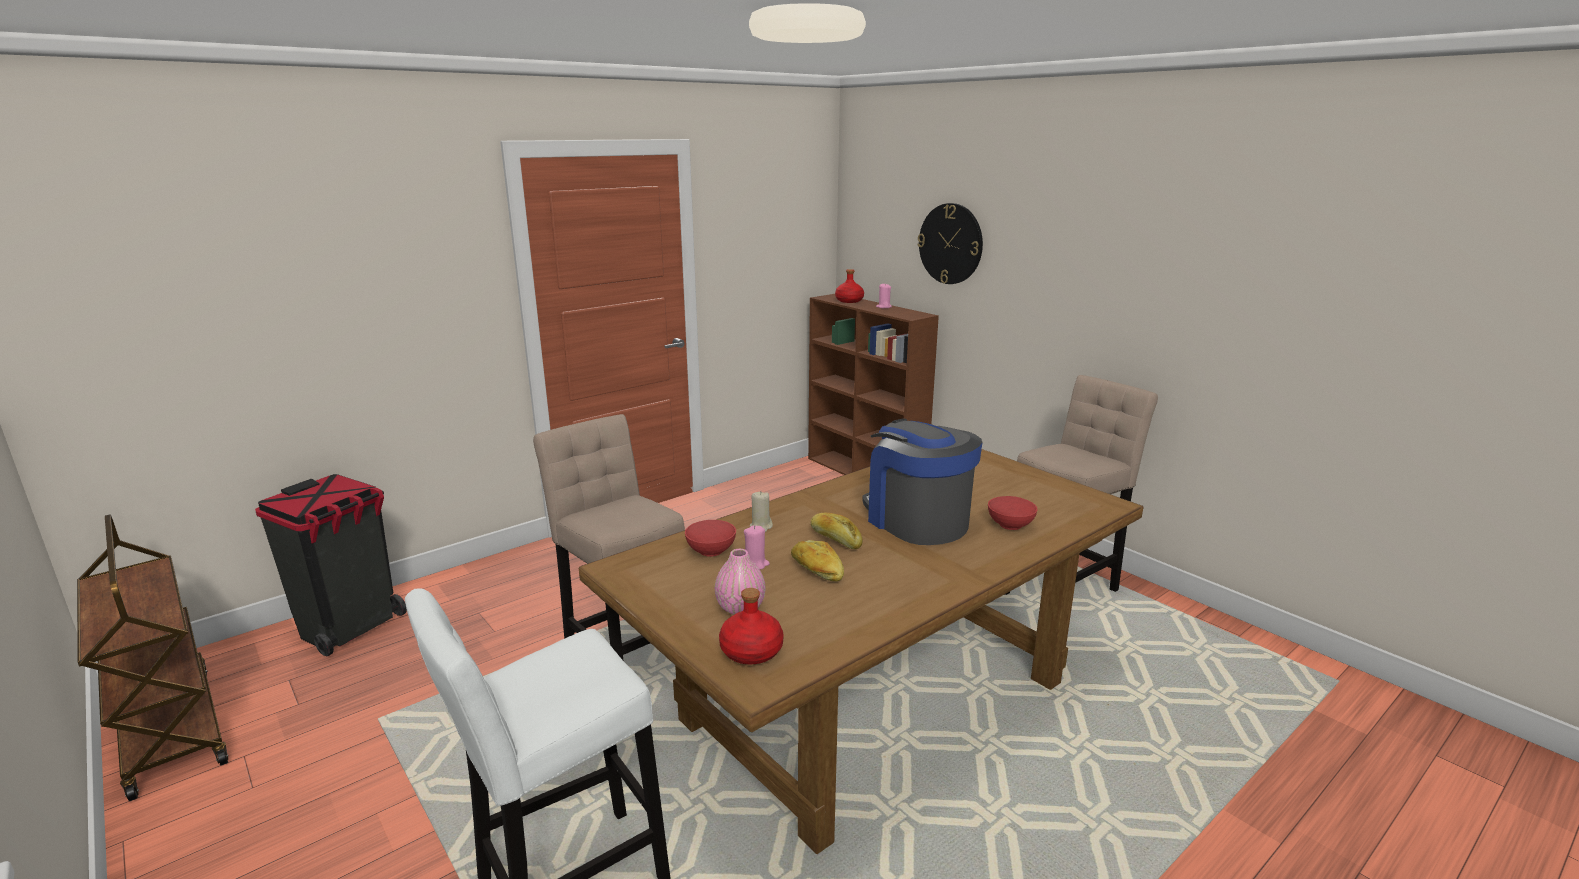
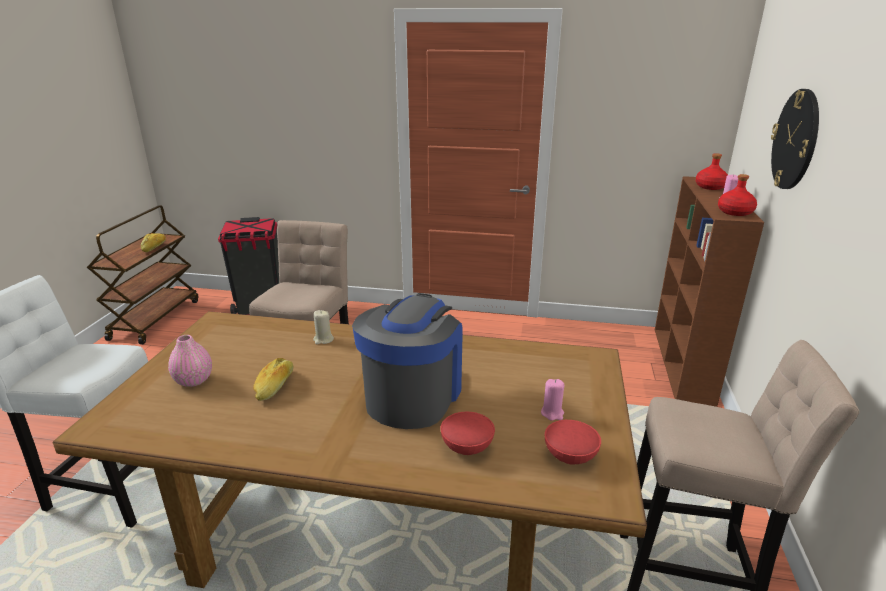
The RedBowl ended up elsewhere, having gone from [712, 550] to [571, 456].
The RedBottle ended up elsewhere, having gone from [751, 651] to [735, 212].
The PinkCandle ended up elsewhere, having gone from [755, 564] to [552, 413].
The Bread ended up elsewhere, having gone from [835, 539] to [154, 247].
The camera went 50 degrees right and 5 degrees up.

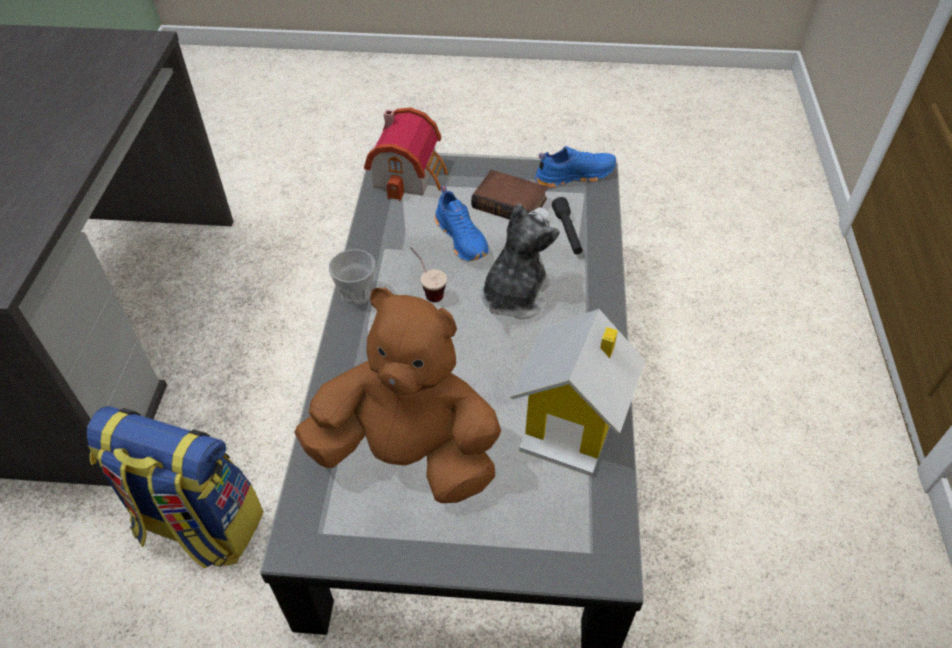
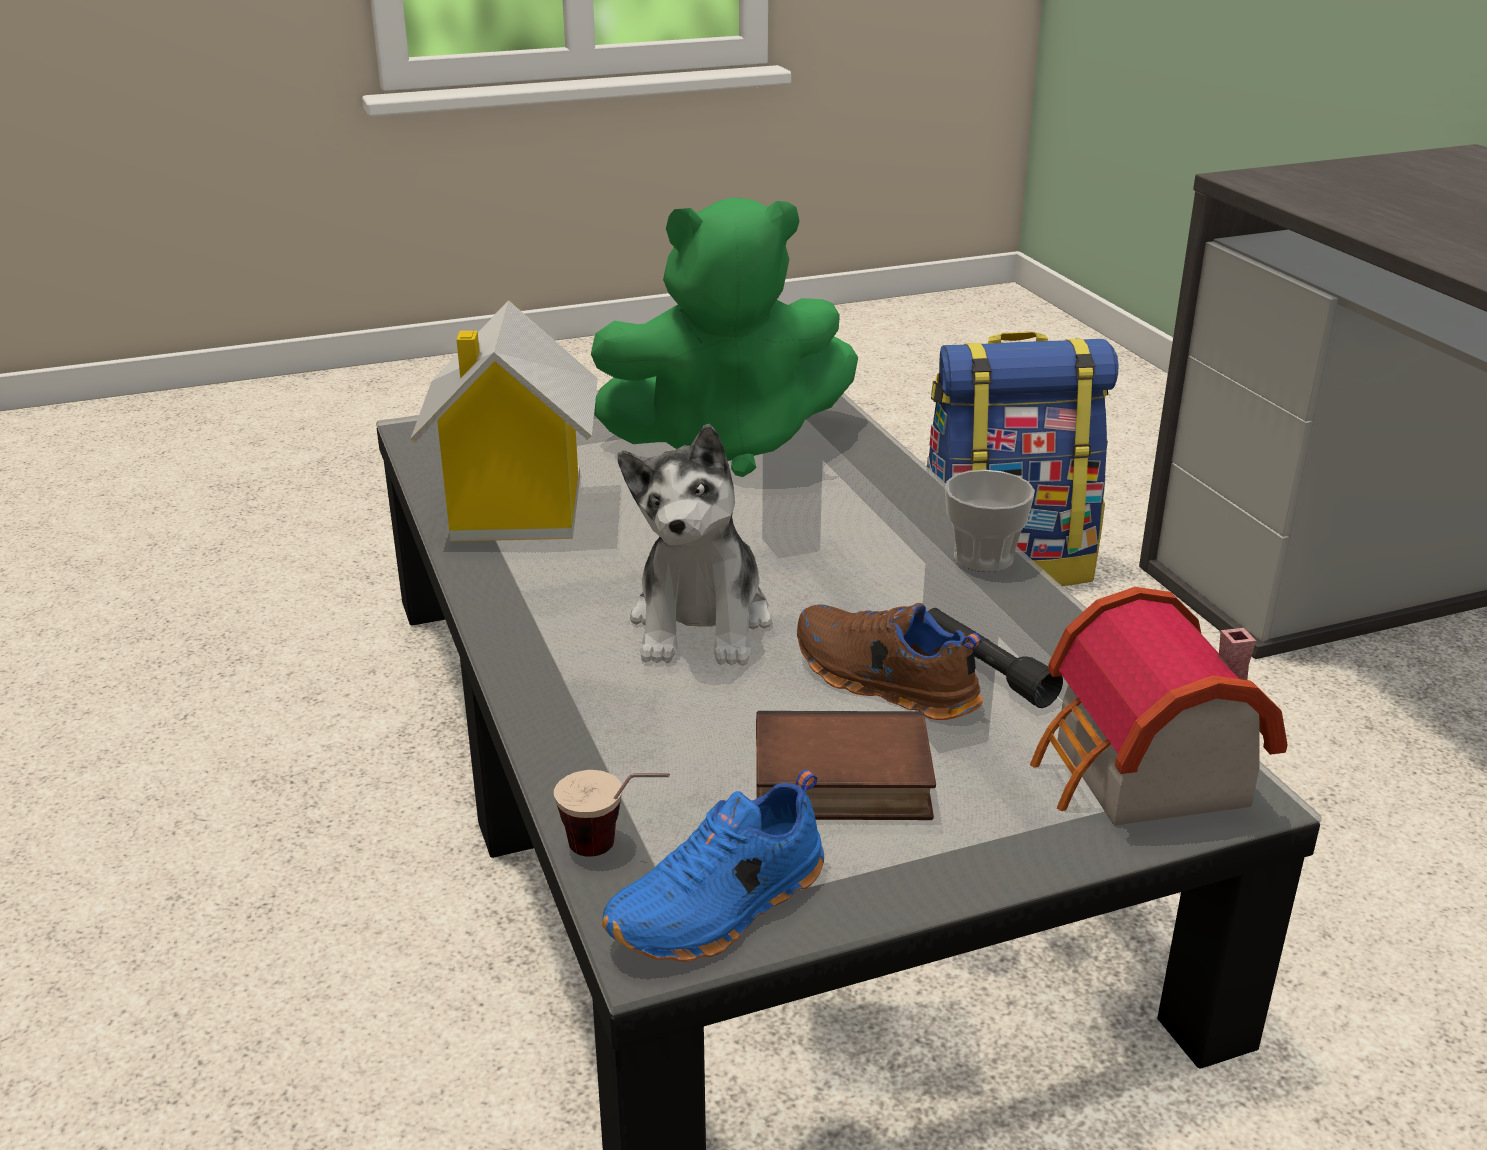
The Cup ended up elsewhere, having gone from [427, 290] to [616, 850].
The BlackFlashlight ended up elsewhere, having gone from [567, 232] to [986, 668].
What was the BrownPlushToy at [408, 454] turned into the GreenPlushToy at [725, 444].
What was the BlueShoe at [462, 238] turned into the BrownShoe at [882, 682].
The camera went 155 degrees right and 20 degrees down.

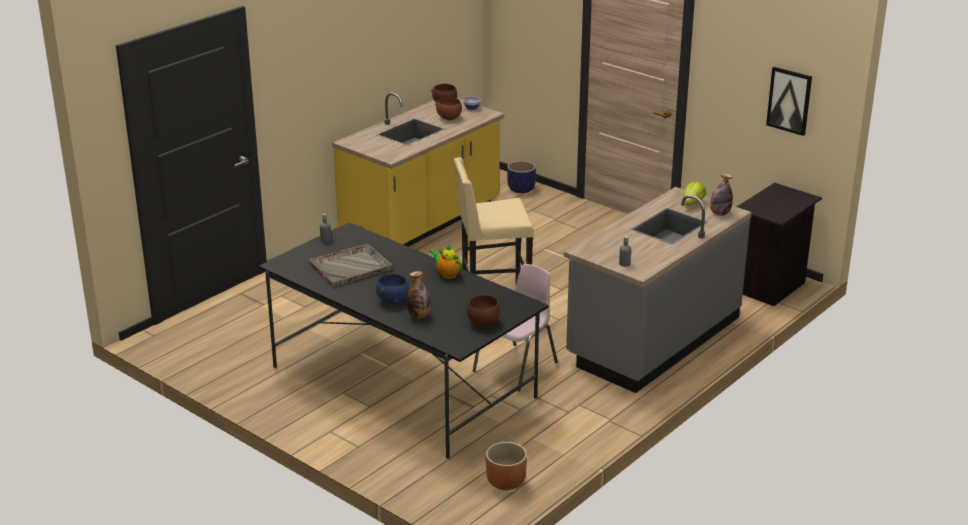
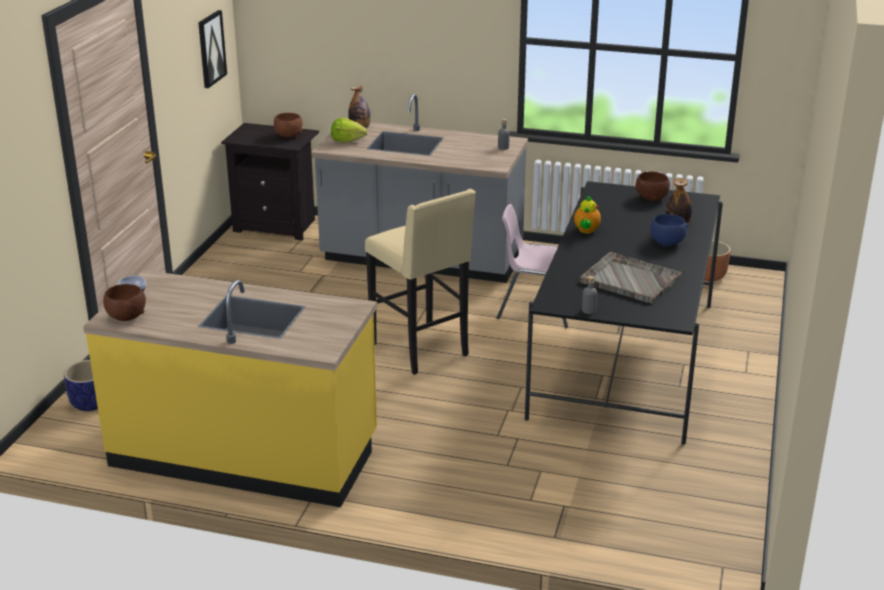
The BrownBowl ended up elsewhere, having gone from [449, 118] to [288, 135].
The camera went 115 degrees left and 0 degrees up.

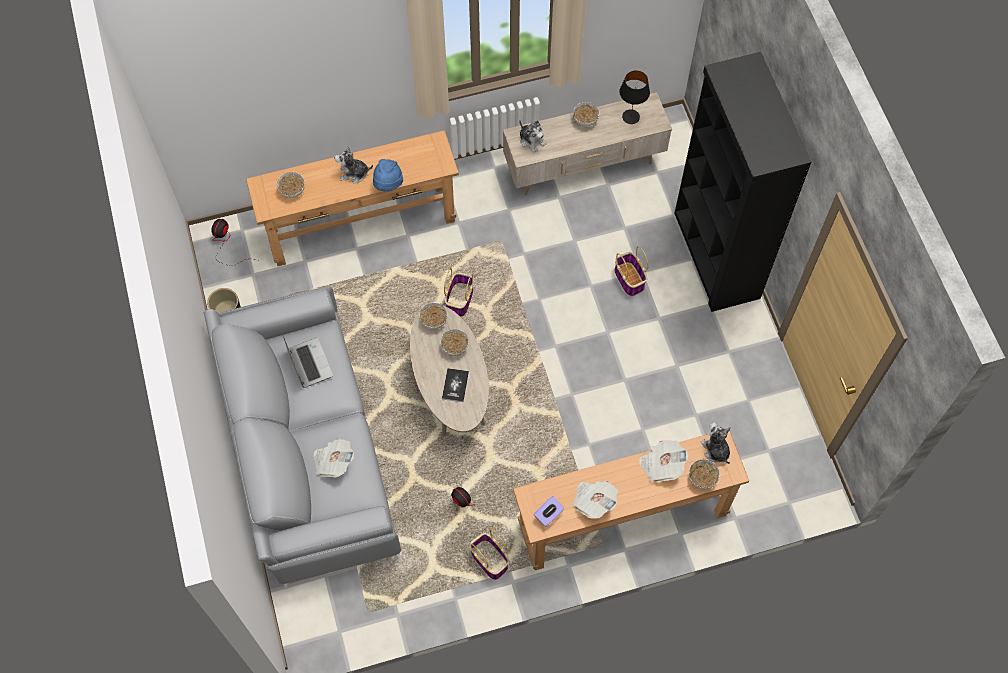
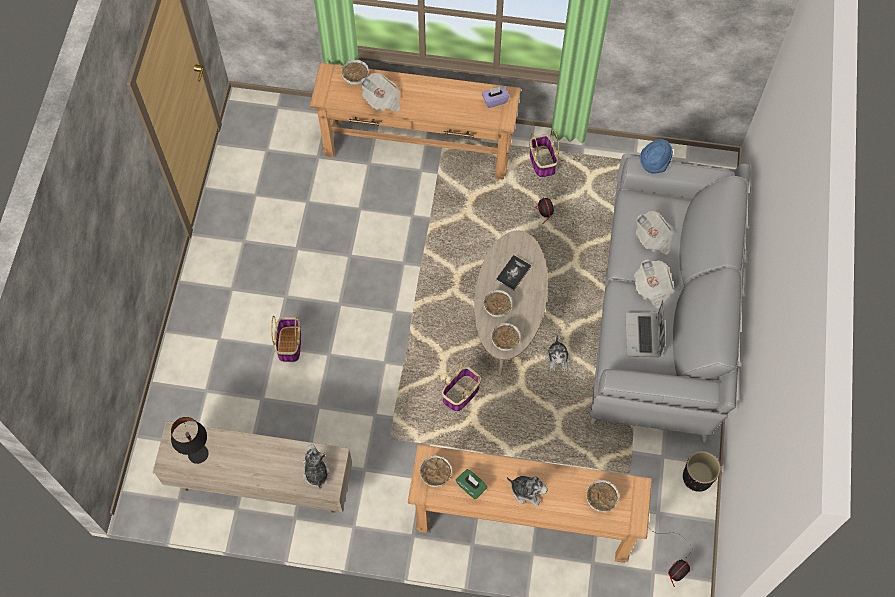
The second view lost the BlackBookcase at [715, 256].
The second view gained the GreenTissueBox at [471, 487].
The BlueHat ended up elsewhere, having gone from [388, 184] to [654, 163].
The Newspaper ended up elsewhere, having gone from [593, 501] to [652, 288].
The Bowl ended up elsewhere, having gone from [585, 120] to [436, 474].
The PlushToy ended up elsewhere, having gone from [715, 450] to [557, 358].
The camera went 155 degrees left and 0 degrees up.

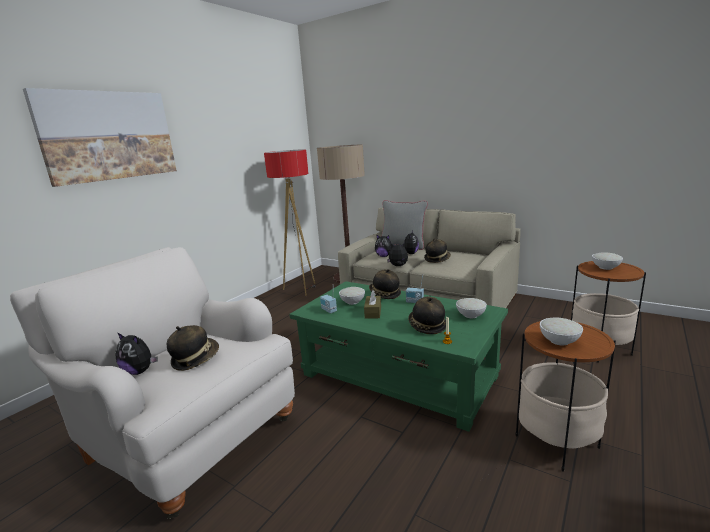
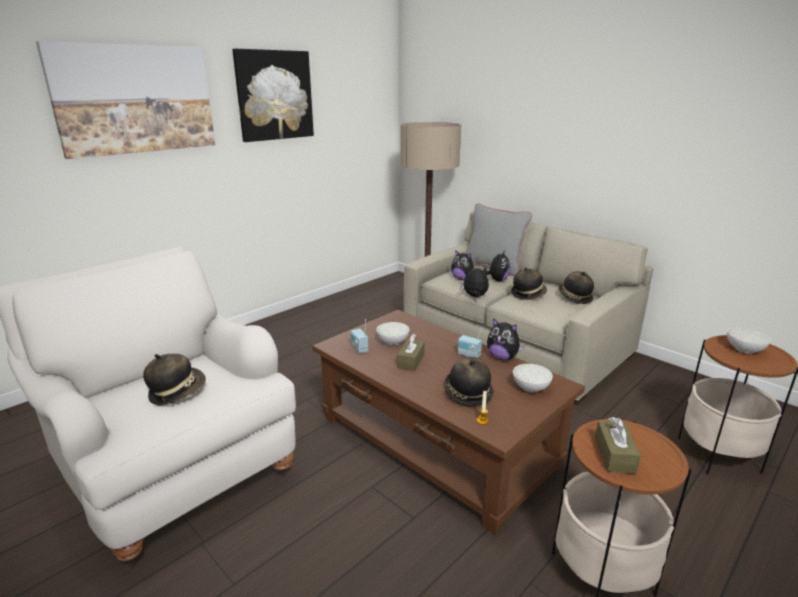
The second view lost the FloorLamp at [301, 289].
The second view gained the Picture at [274, 95].
The PlushToy ended up elsewhere, having gone from [140, 371] to [502, 357].
The Hat ended up elsewhere, having gone from [384, 294] to [574, 298].
Where the WhiteBowl stood at [560, 341], the BrownTissueBox came to stand at [614, 455].
What was the GreenCoffeeTable at [398, 376] turned into the BrownCoffeeTable at [436, 442].
The camera went 10 degrees right and 5 degrees up.

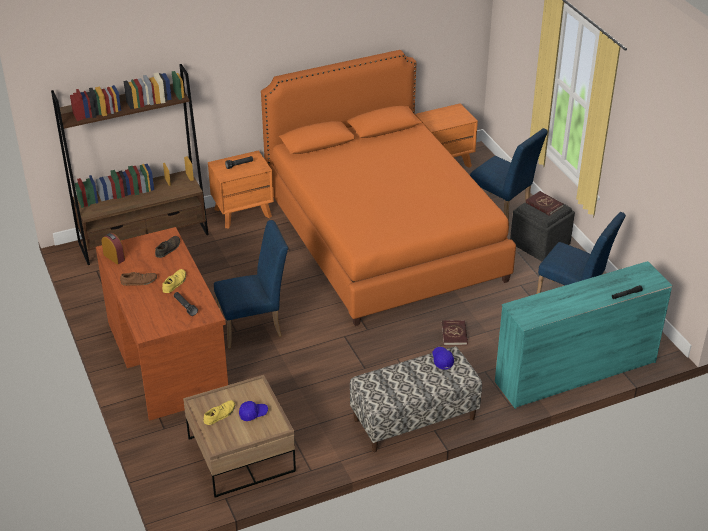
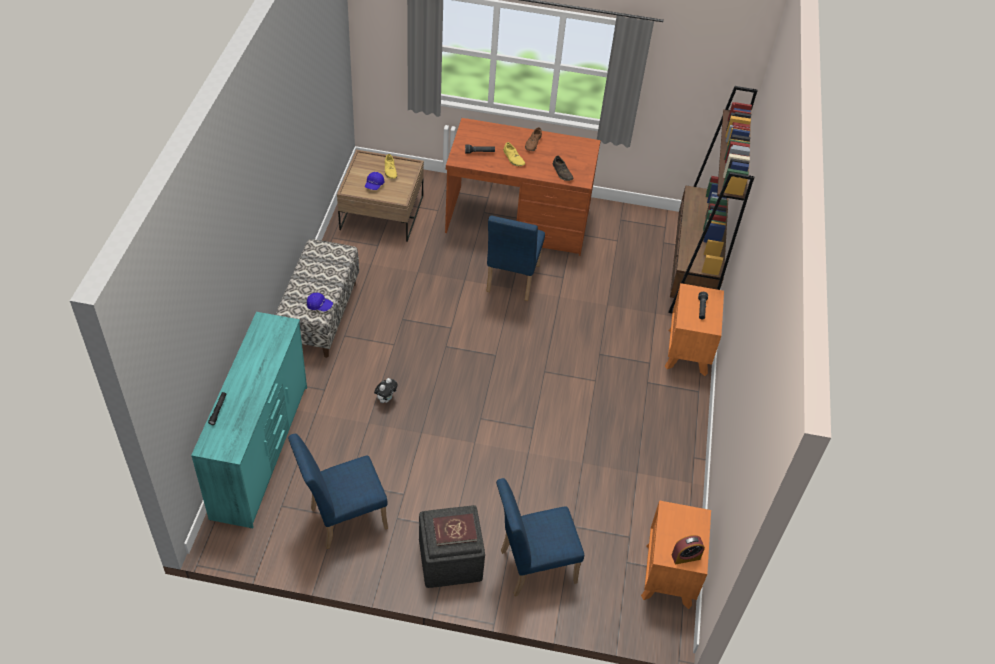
The second view lost the OrangeBed at [383, 237].
The AlarmClock ended up elsewhere, having gone from [114, 257] to [686, 556].
Where the RedBook stood at [454, 334], the PlushToy came to stand at [386, 399].
The camera went 120 degrees right and 10 degrees up.

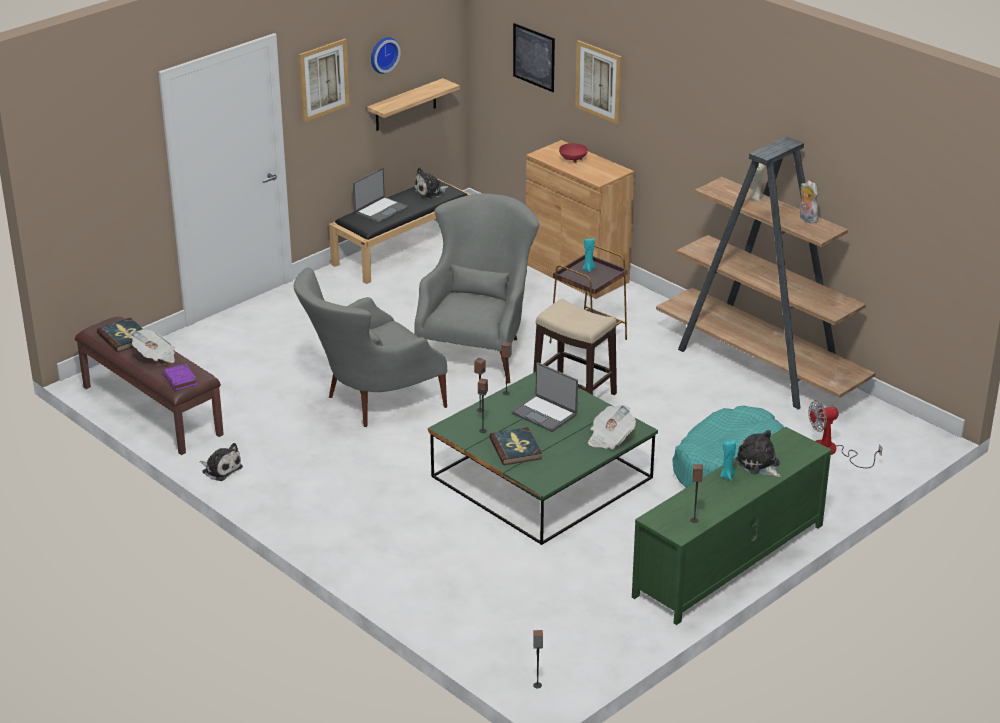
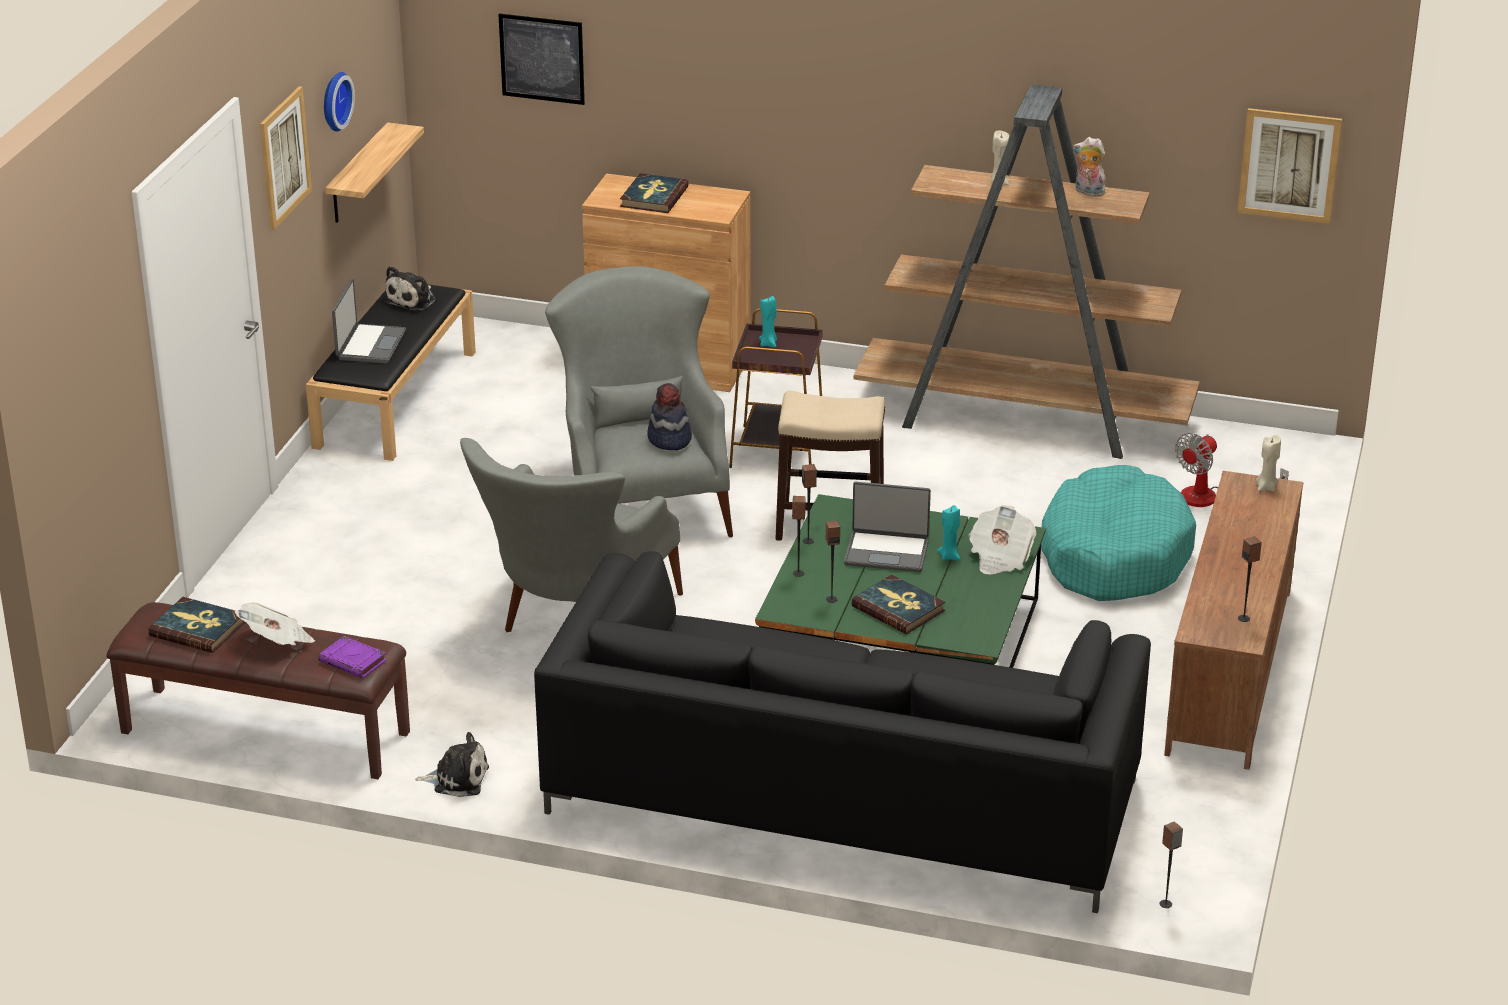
The second view lost the PlushToy at [759, 464].
The second view gained the BlackSofa at [842, 796].
The second view gained the Hat at [669, 439].
The second view gained the BeigeCandle at [1266, 487].
The Picture ended up elsewhere, having gone from [598, 81] to [1289, 165].
The TurquoiseCandle ended up elsewhere, having gone from [727, 476] to [949, 556].
Where the RedBowl stood at [572, 160], the Book came to stand at [653, 197].
What was the GreenTvStand at [728, 561] turned into the BrownTvStand at [1229, 670].
The camera went 30 degrees left and 0 degrees up.

